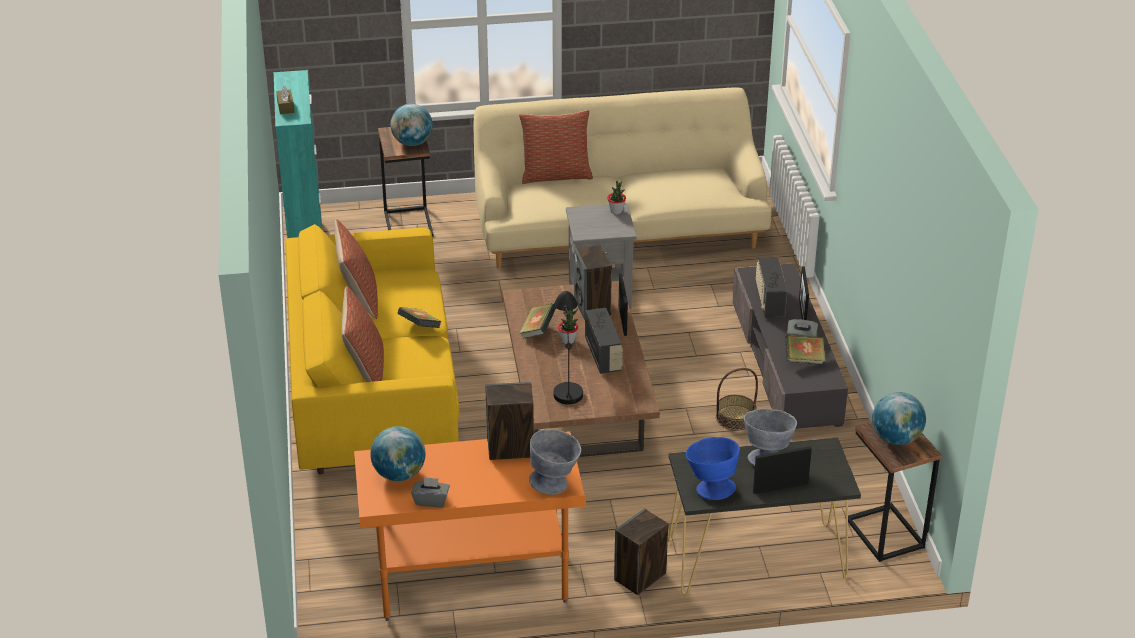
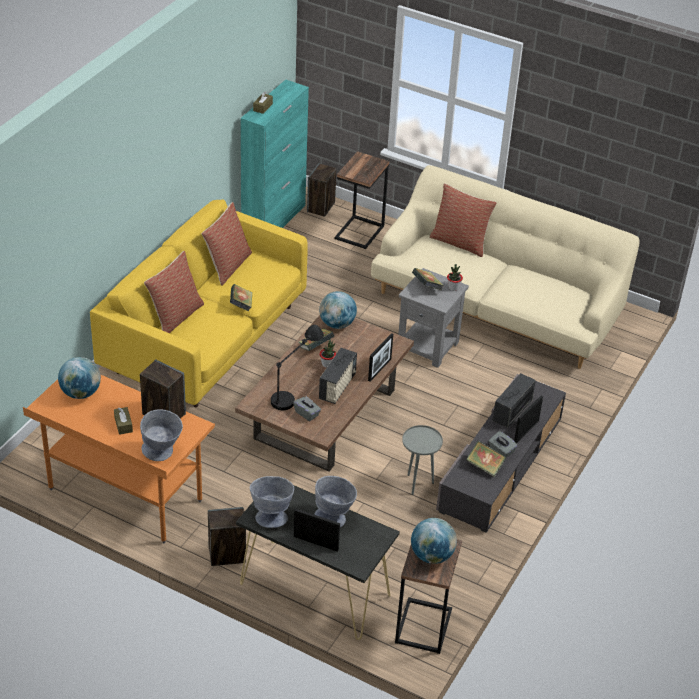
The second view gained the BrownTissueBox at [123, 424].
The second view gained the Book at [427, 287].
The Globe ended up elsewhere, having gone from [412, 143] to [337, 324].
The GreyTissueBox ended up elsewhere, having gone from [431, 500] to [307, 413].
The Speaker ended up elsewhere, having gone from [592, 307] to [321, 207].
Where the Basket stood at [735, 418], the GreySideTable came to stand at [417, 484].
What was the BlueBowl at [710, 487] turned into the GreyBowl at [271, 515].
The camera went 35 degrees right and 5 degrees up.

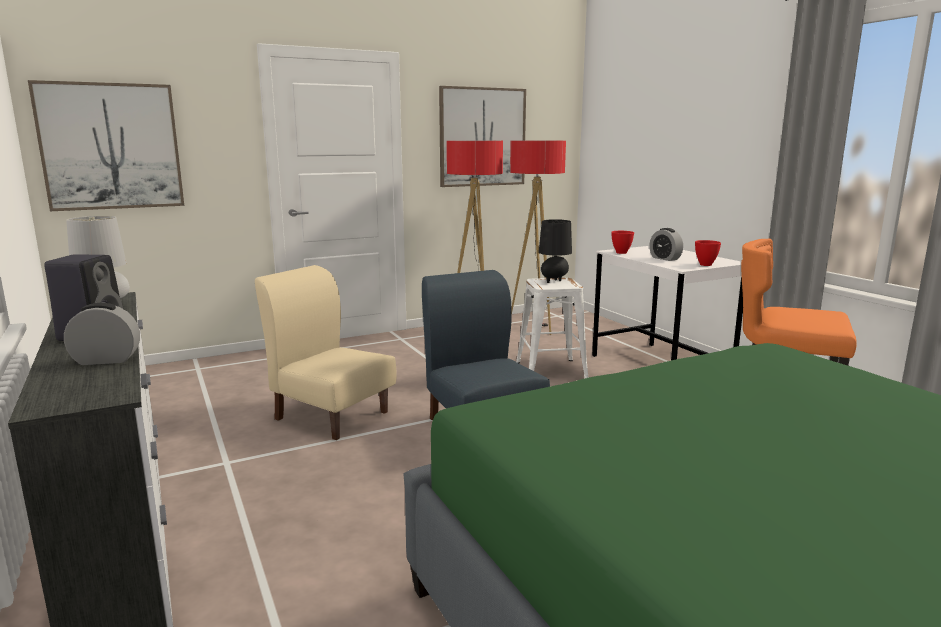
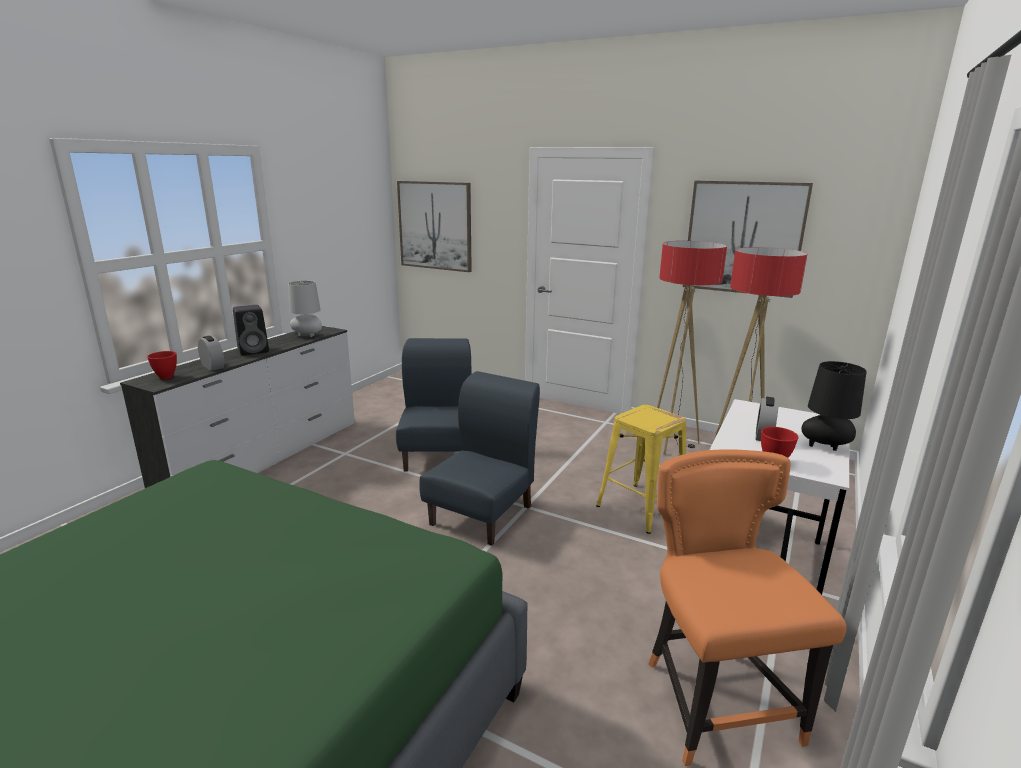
The BlackTableLamp ended up elsewhere, having gone from [554, 281] to [825, 447].
The RedBowl ended up elsewhere, having gone from [620, 252] to [166, 377].
What was the BeigeChair at [331, 415] turned into the BlueChair at [438, 454].
What was the WhiteStool at [550, 371] turned into the YellowStool at [640, 507].
The camera went 55 degrees right and 5 degrees up.

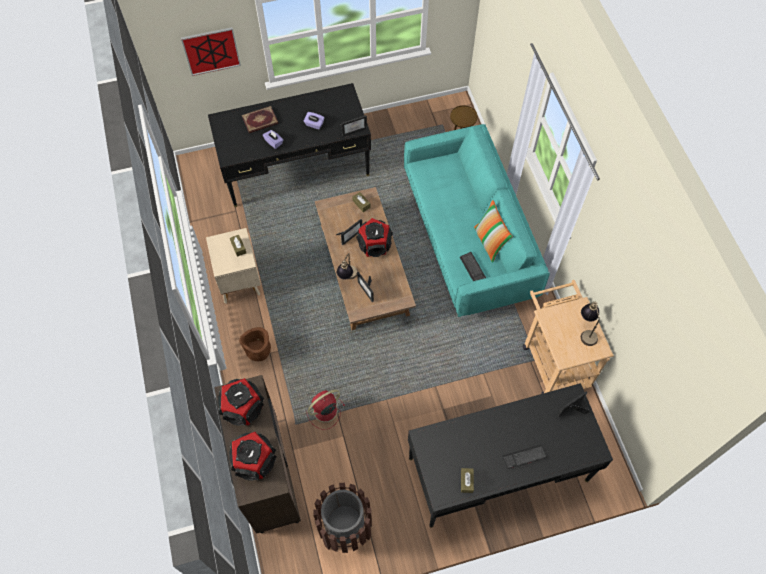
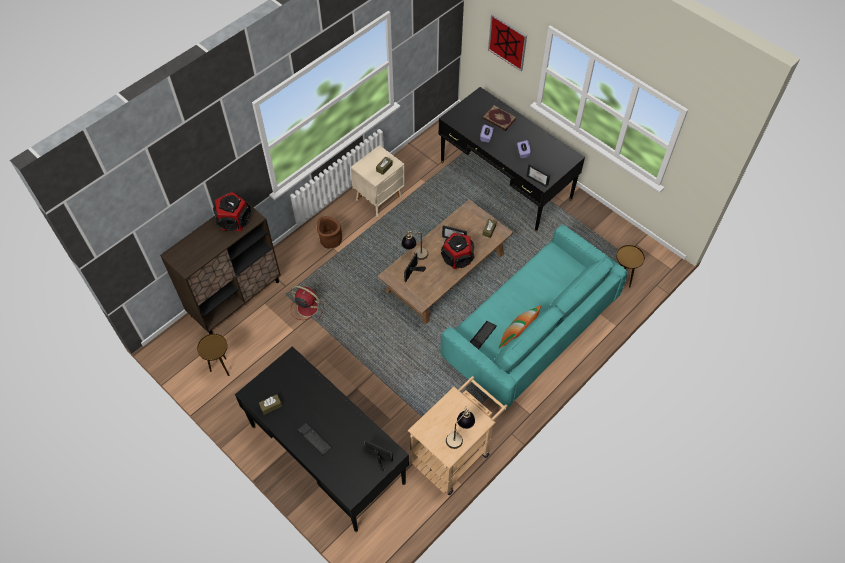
The second view lost the Speaker at [255, 460].
Where the BrownTrashCan stood at [345, 528], the BrownSideTable came to stand at [221, 368].
The camera went 60 degrees right and 5 degrees down.

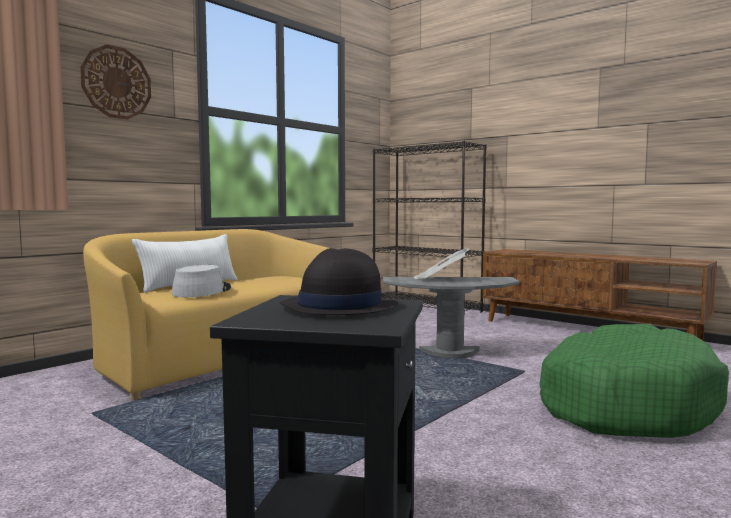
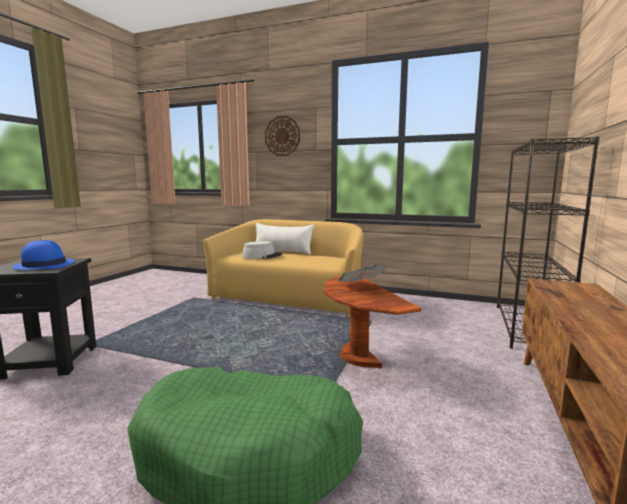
What was the BlackHat at [338, 307] turned into the BlueHat at [44, 265].
What was the GreySideTable at [450, 353] turned into the BrownSideTable at [359, 356].
The camera went 70 degrees right and 5 degrees up.

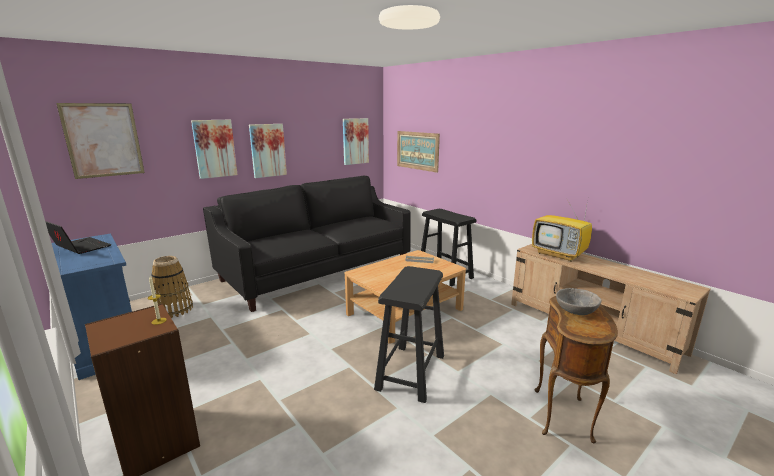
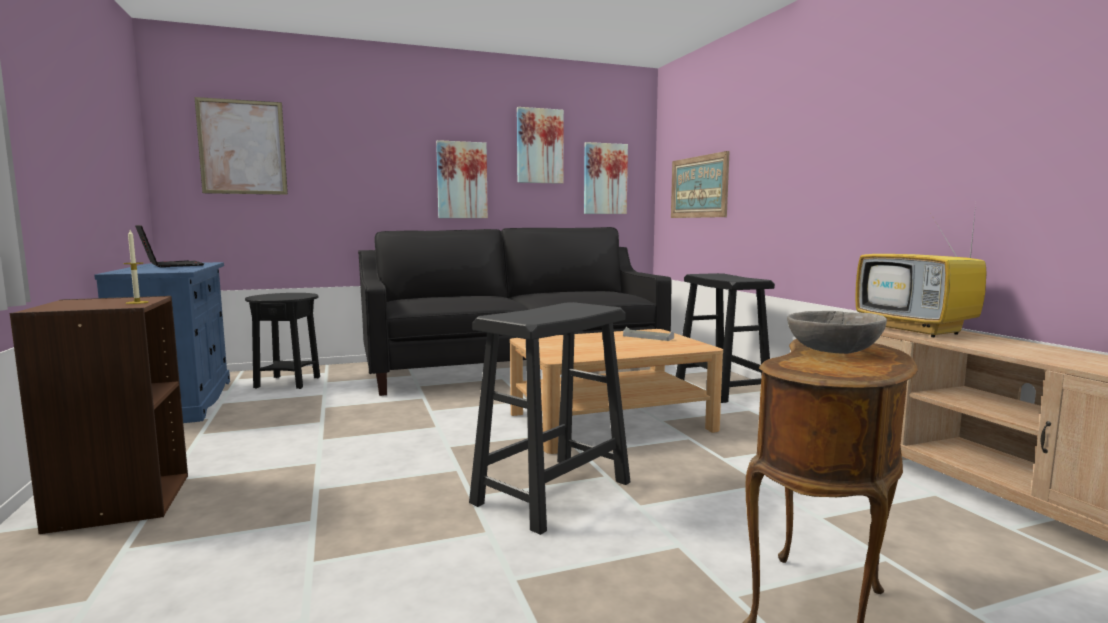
The Picture ended up elsewhere, having gone from [214, 148] to [539, 146].
Where the Basket stood at [174, 310], the BlackSideTable came to stand at [288, 383].
The camera went 20 degrees right and 10 degrees down.

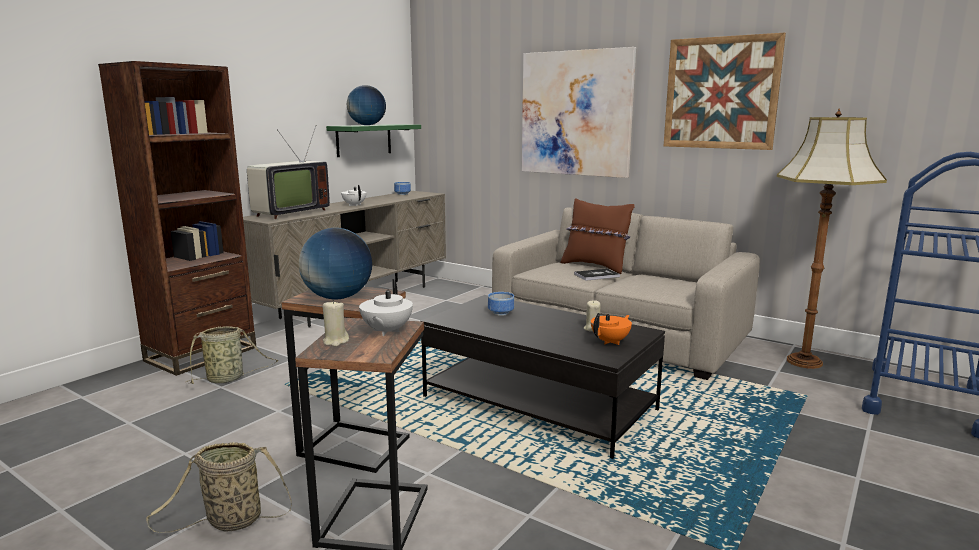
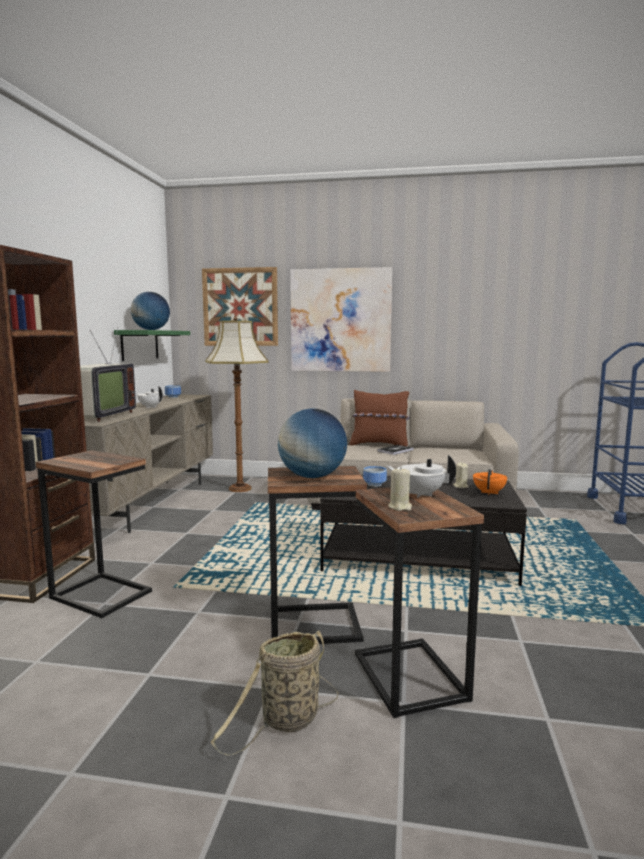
The Picture ended up elsewhere, having gone from [721, 93] to [240, 307].
The FloorLamp ended up elsewhere, having gone from [804, 361] to [240, 488].
Where the Basket stood at [228, 378], the SideTable came to stand at [102, 594].
The WhiteTeapot at [386, 331] ended up facing another way, 135 degrees clockwise from before.
The camera went 25 degrees left and 5 degrees down.

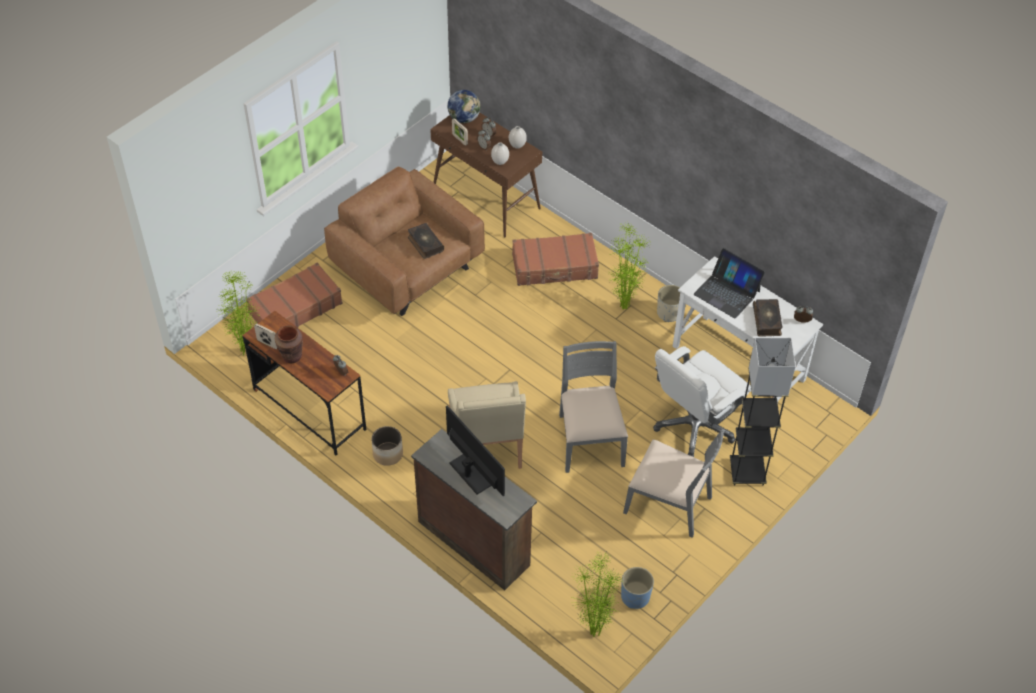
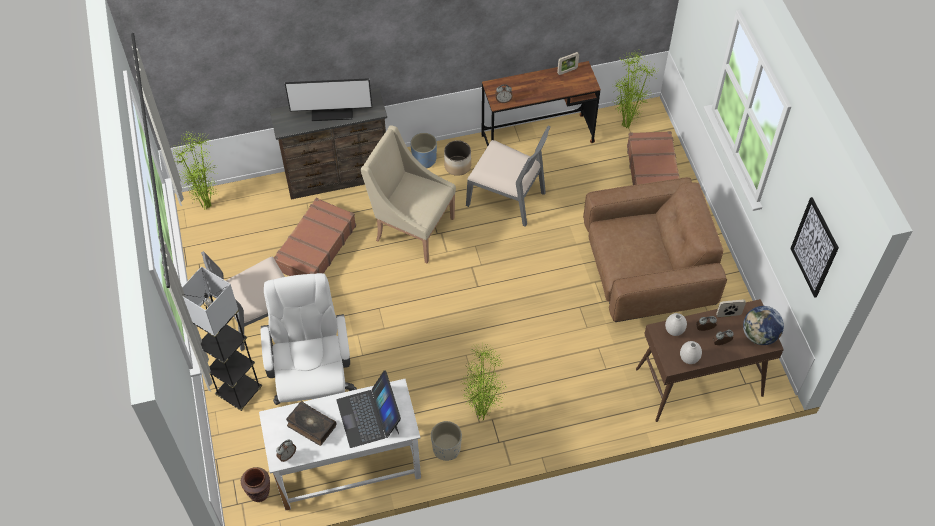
The second view lost the Book at [425, 244].
The second view gained the Picture at [814, 247].
The BrownVase ended up elsewhere, having gone from [291, 356] to [259, 493].
The BrownSuitcase ended up elsewhere, having gone from [555, 267] to [315, 248].
The GreyChair ended up elsewhere, having gone from [589, 440] to [507, 198].
The BluePlanter ended up elsewhere, having gone from [635, 597] to [424, 159].
The Laptop at [727, 292] ended up facing another way, 90 degrees counterclockwise from before.
The camera went 125 degrees right and 5 degrees up.

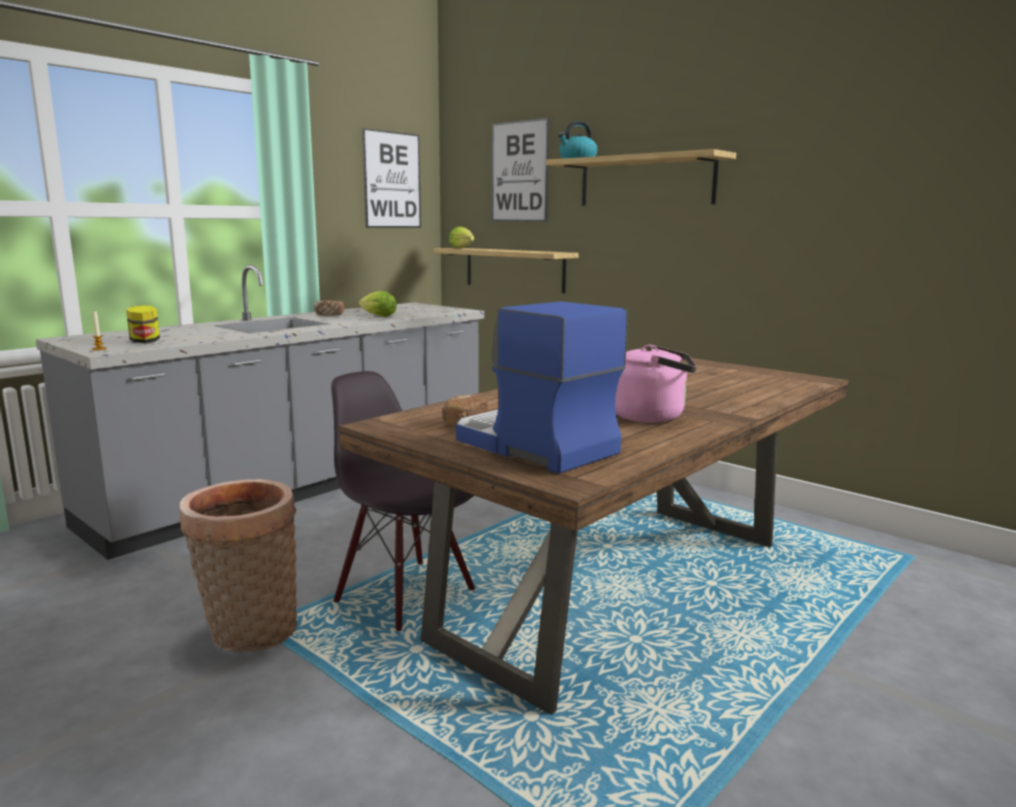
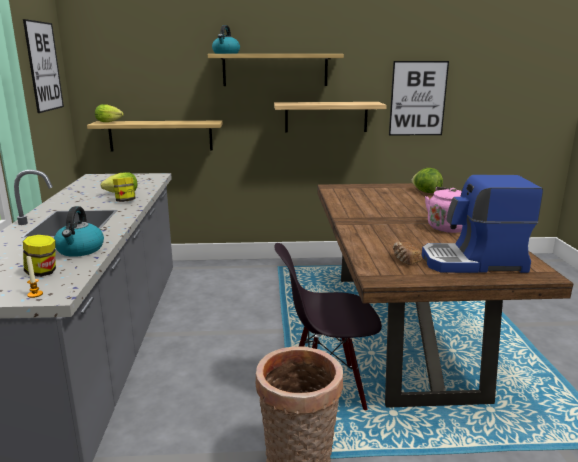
The second view lost the Bread at [329, 315].
The second view gained the Kettle at [80, 250].
The second view gained the Jar at [125, 201].
The second view gained the Shelf at [326, 117].
The second view gained the Lettuce at [426, 192].
The Picture ended up elsewhere, having gone from [519, 172] to [418, 98].
The camera went 45 degrees left and 5 degrees up.

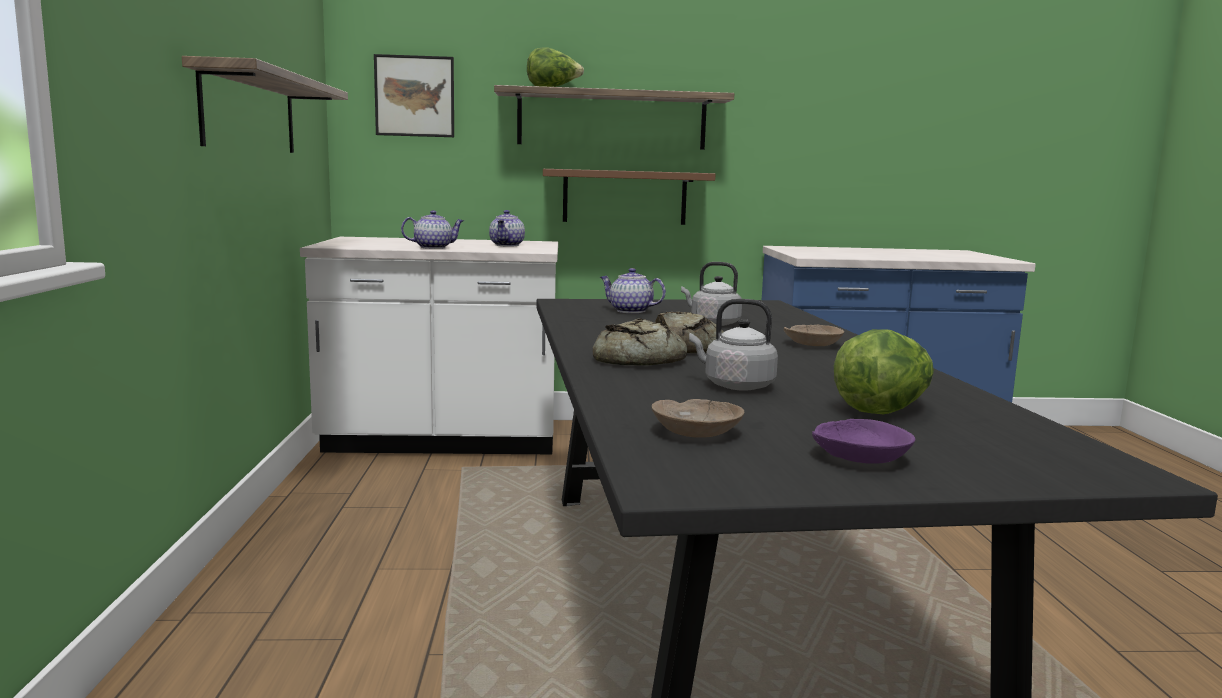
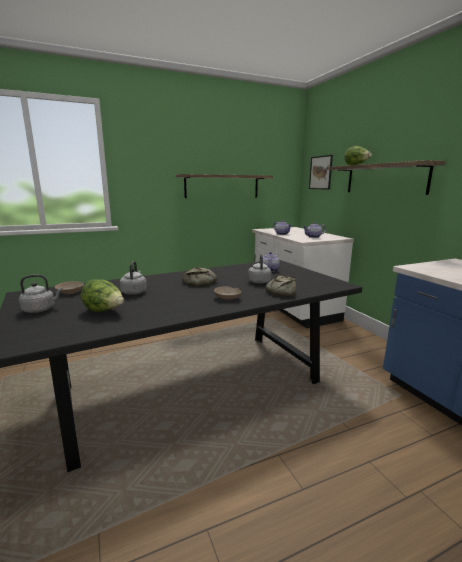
The second view lost the BrownShelf at [624, 197].
The Bread ended up elsewhere, having gone from [636, 360] to [281, 291].
Where the PurpleBowl stood at [860, 458], the GreyKettle came to stand at [41, 309].
The camera went 70 degrees right and 5 degrees up.

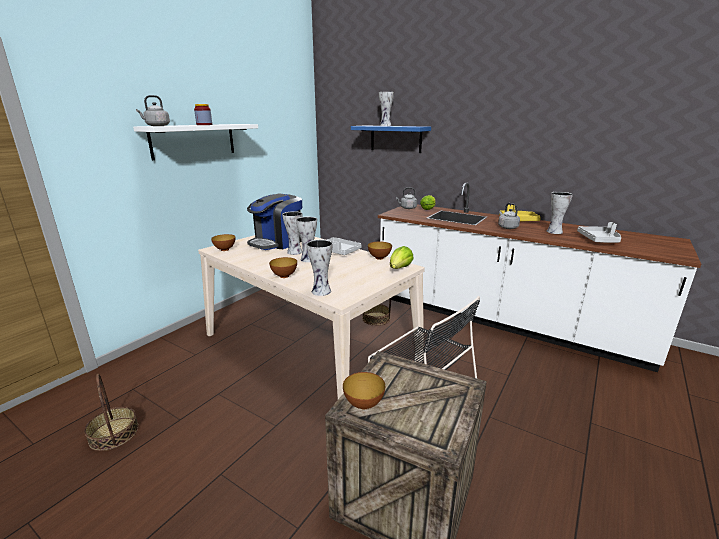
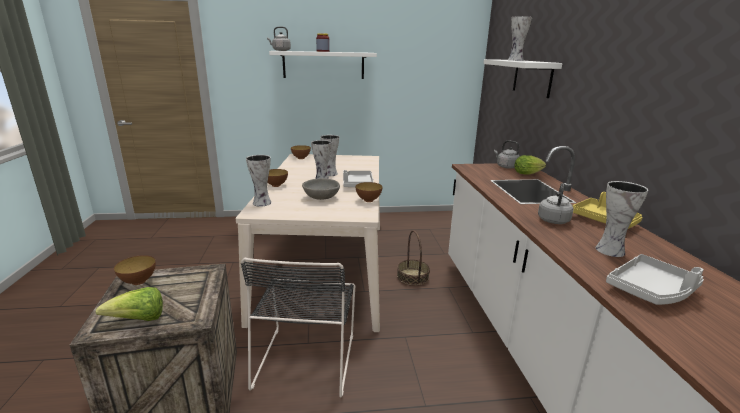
The second view lost the Basket at [114, 433].
The second view lost the CoffeeMachine at [277, 242].
The second view gained the GreyBowl at [321, 197].
The Lettuce ended up elsewhere, having gone from [399, 269] to [138, 320].
What was the BlueShelf at [396, 138] turned into the WhiteShelf at [532, 77].
The camera went 50 degrees right and 0 degrees up.

